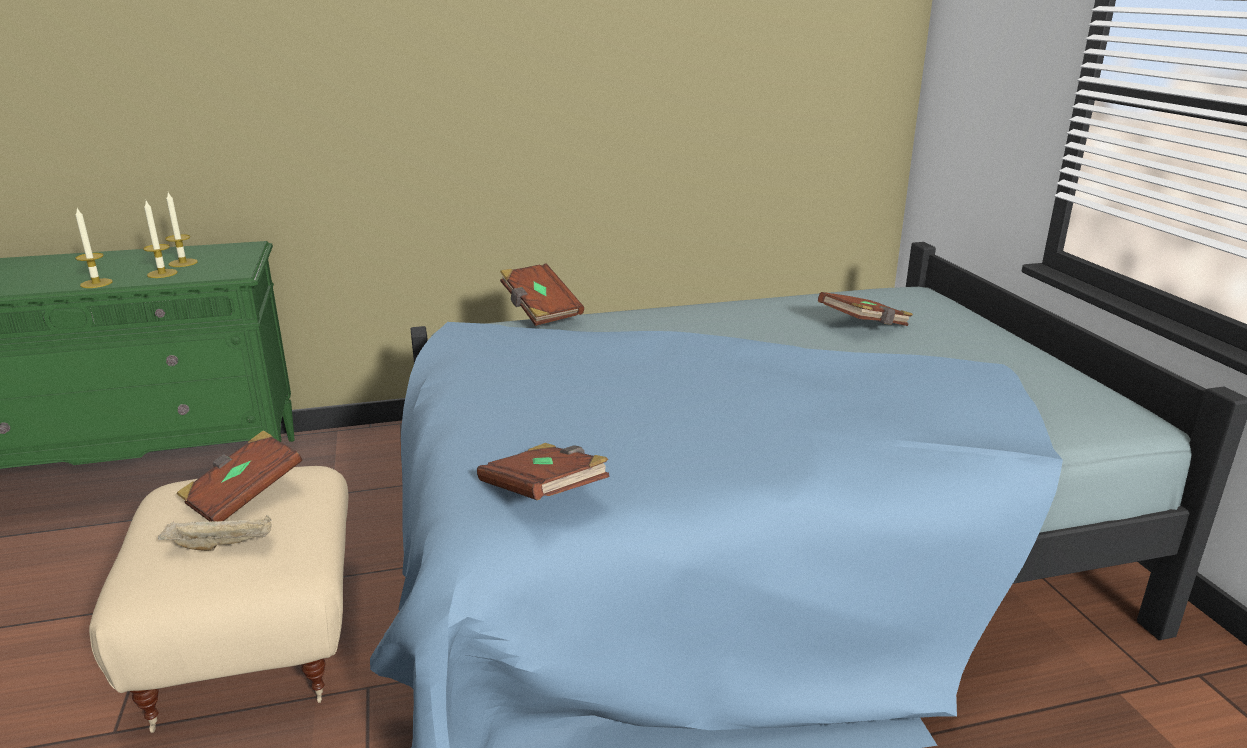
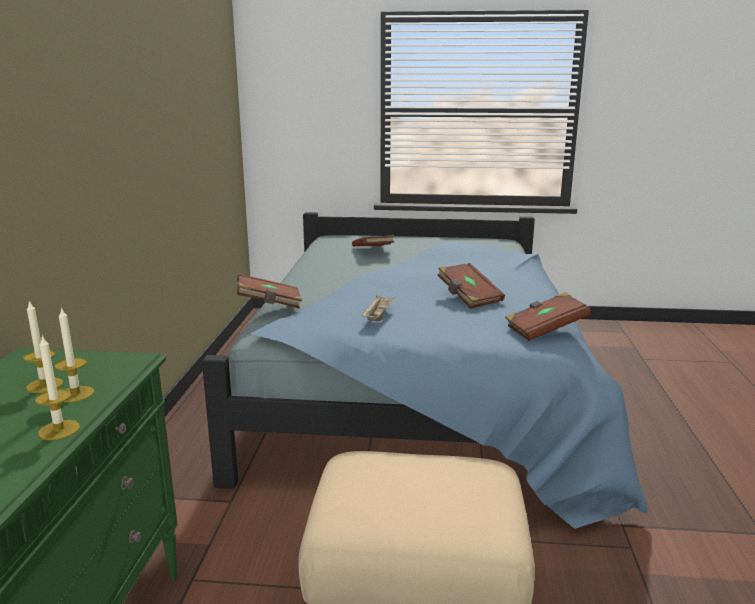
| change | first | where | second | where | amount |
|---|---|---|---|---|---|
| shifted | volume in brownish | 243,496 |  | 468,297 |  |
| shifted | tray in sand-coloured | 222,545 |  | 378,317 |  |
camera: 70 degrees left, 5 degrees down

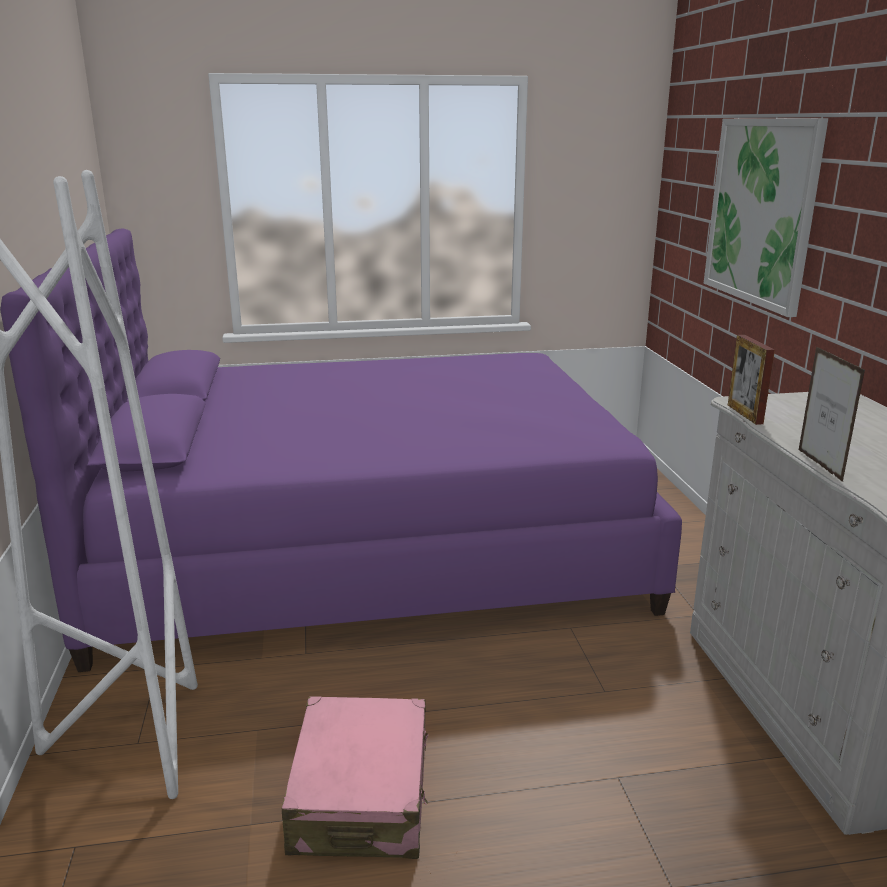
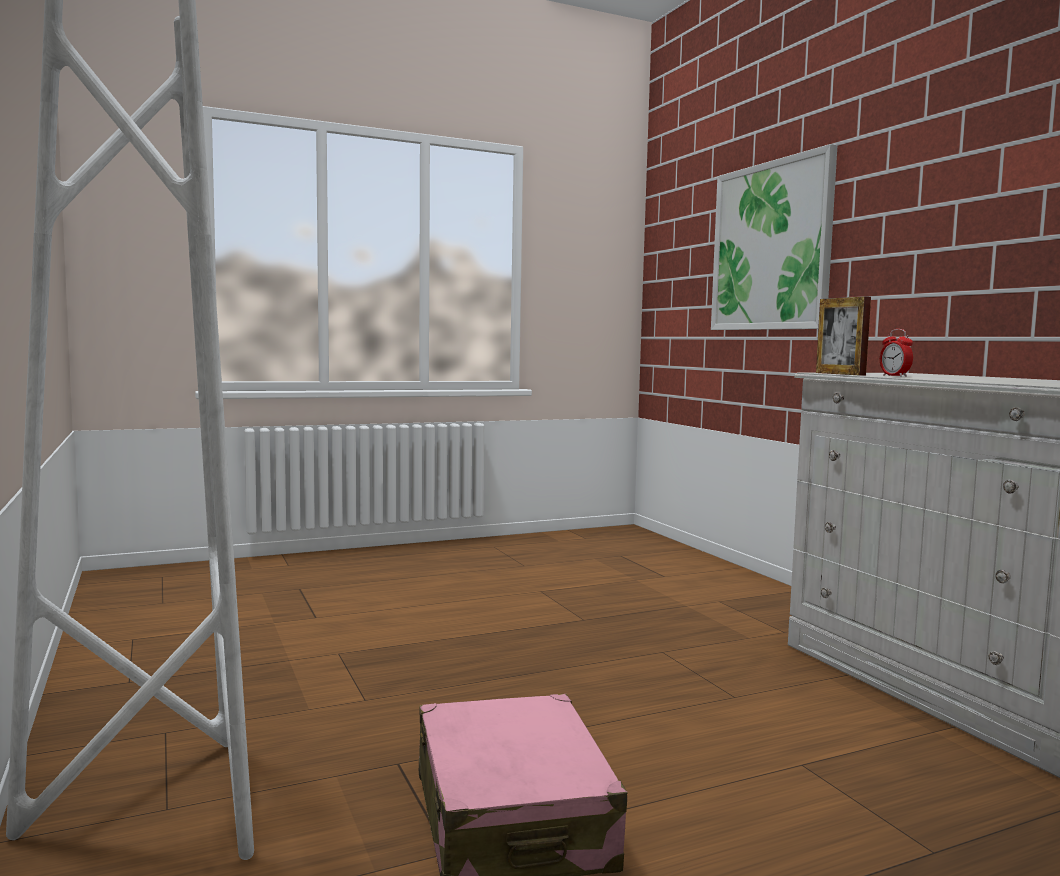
| change | first | where | second | where | amount |
|---|---|---|---|---|---|
| gone | sleeping bed in purple | 369,544 |  |  |  |
| gone | standing frame | 819,465 |  |  |  |
| new |  |  | bedside clock | 895,376 |  |
camera: 15 degrees left, 15 degrees down

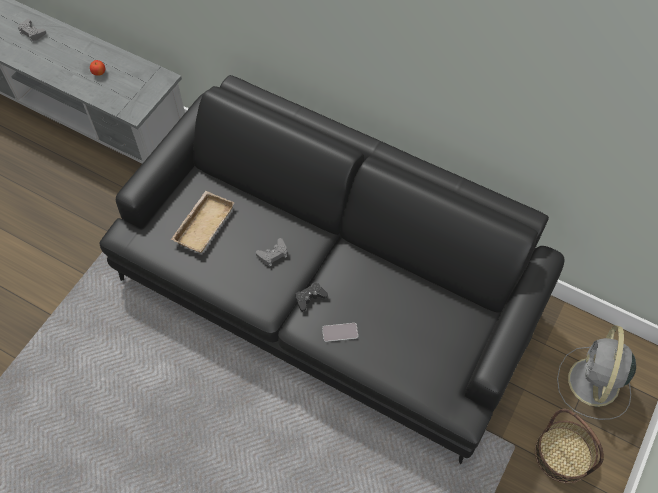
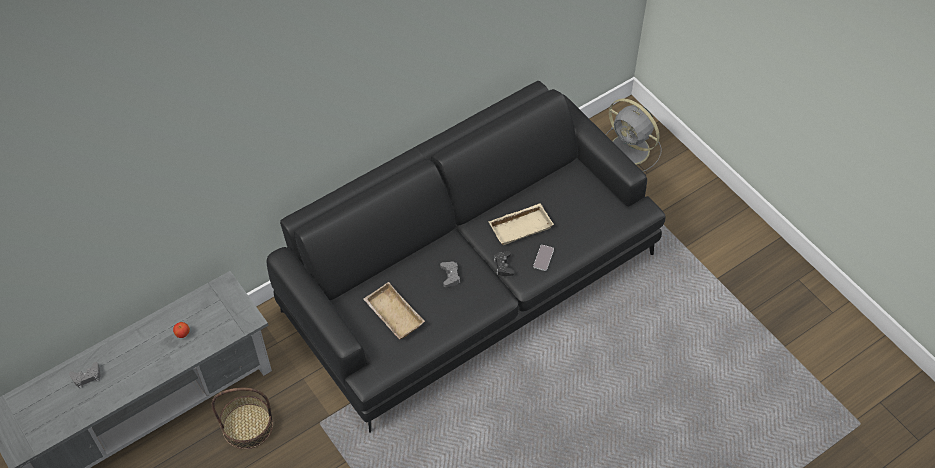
| change | first | where | second | where | amount |
|---|---|---|---|---|---|
| shifted | storage basket | 563,454 |  | 247,426 |  |
| new |  |  | tray in sand-coloured | 520,226 |  |
camera: 65 degrees left, 5 degrees down

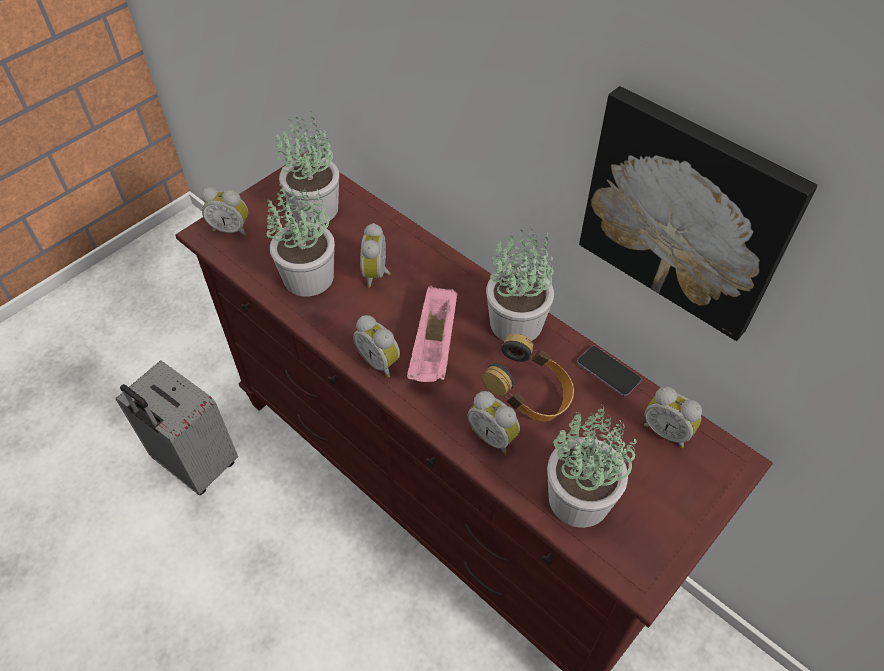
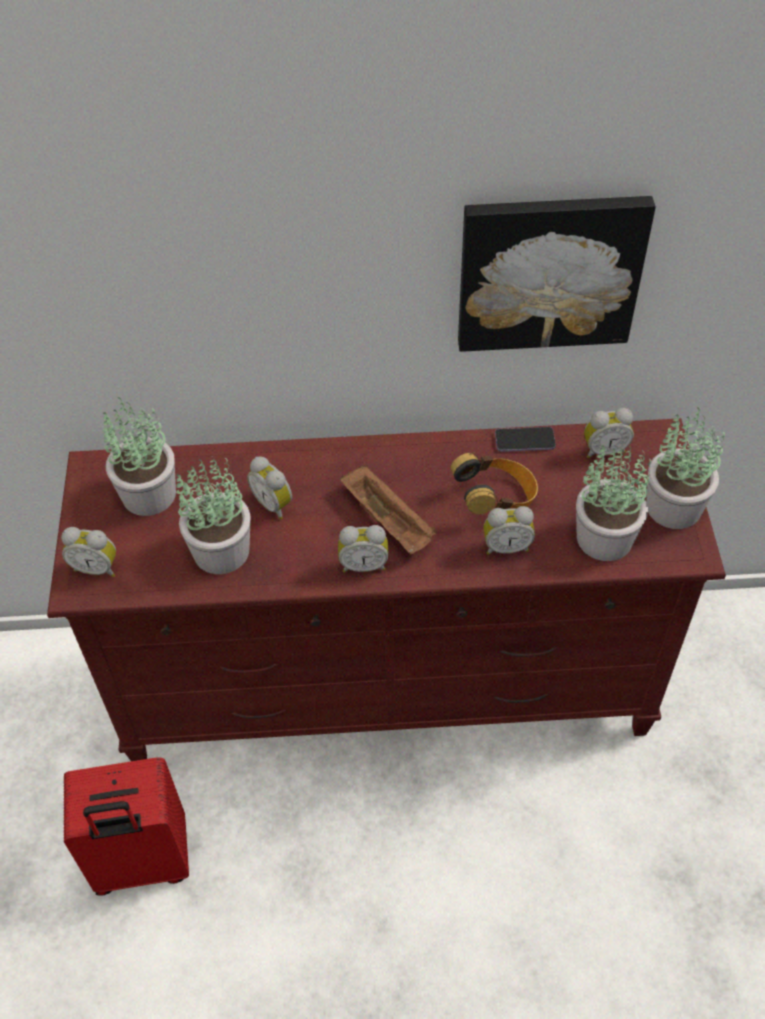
| change | first | where | second | where | amount |
|---|---|---|---|---|---|
| rotated | bedside clock | 231,229 |  | 96,567 | 45 degrees clockwise |
| shifted | plant in a pot | 516,322 |  | 672,506 |  |
| repainted | tray in pink | 434,347 | tray in brownish | 389,521 |  |
| repainted | piece of luggage in grey | 194,464 | piece of luggage in reddish | 142,863 |  |
camera: 45 degrees left, 0 degrees up

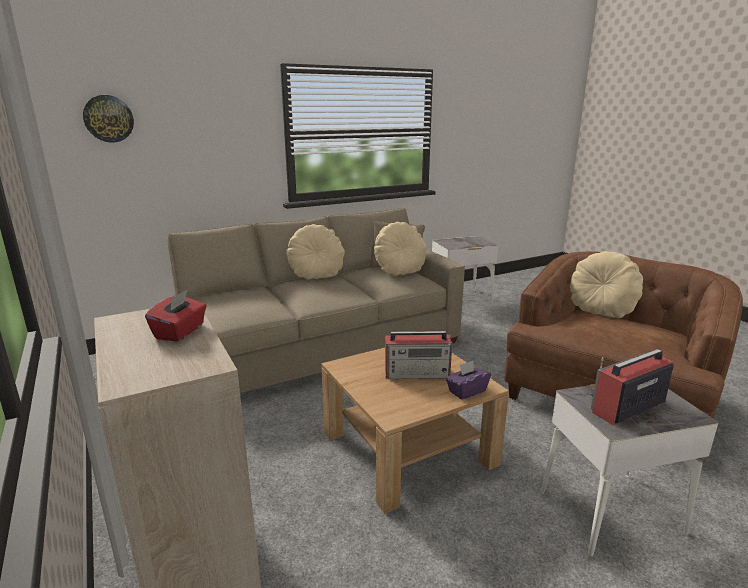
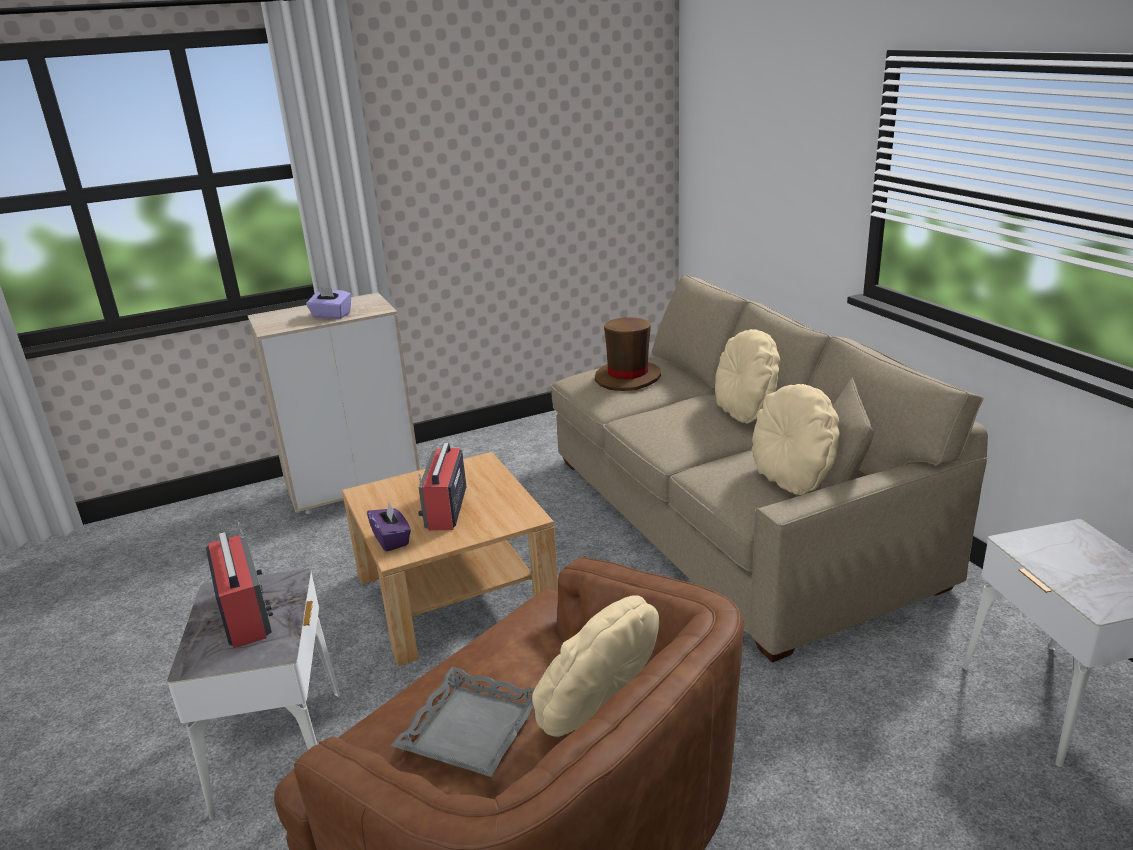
| change | first | where | second | where | amount |
|---|---|---|---|---|---|
| gone | hanging clock | 108,119 |  |  |  |
| repainted | tissue box in reddish | 180,332 | tissue box in purple | 331,315 |  |
| new |  |  | wearable hat in brownish | 628,378 |  |
| new |  |  | tray in grey | 470,728 |  |
camera: 95 degrees right, 5 degrees up

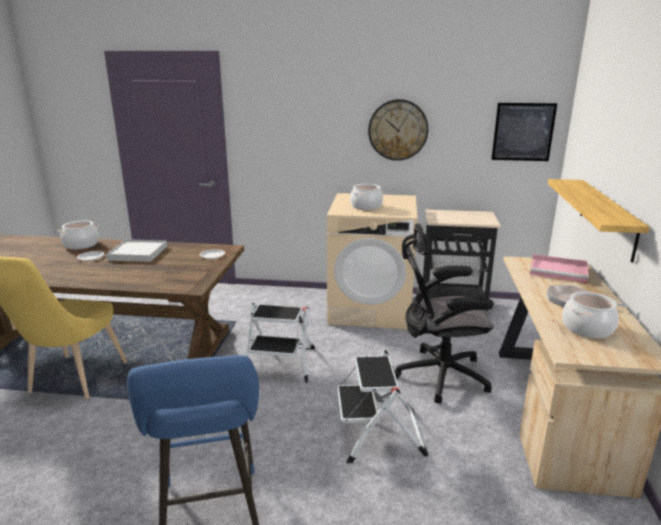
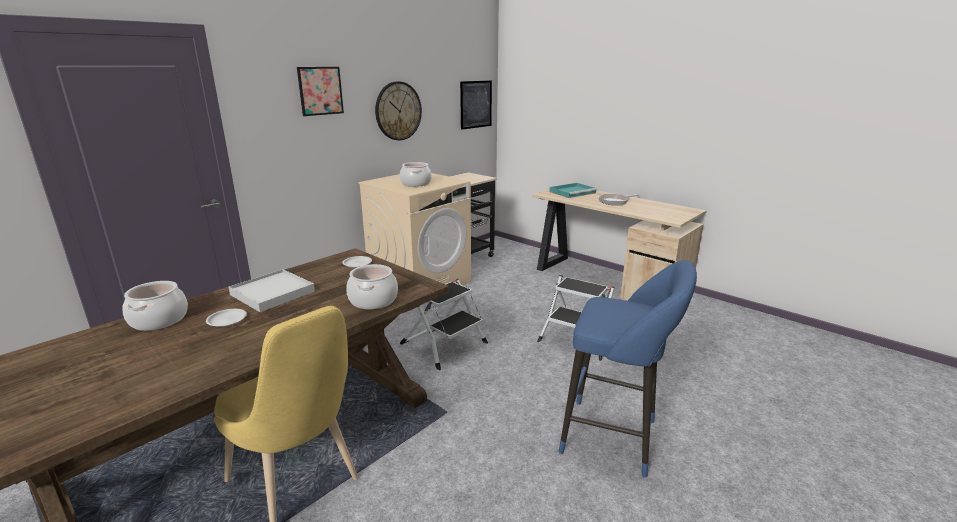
| change | first | where | second | where | amount |
|---|---|---|---|---|---|
| gone | bracket shelf | 607,217 |  |  |  |
| gone | office chair | 441,376 |  |  |  |
| repainted | tray in pink | 559,271 | tray in blue-green | 573,192 |  |
| shifted | saucepot | 587,328 |  | 373,300 |  |
| new |  |  | picture | 320,91 |  |
camera: 55 degrees left, 0 degrees up

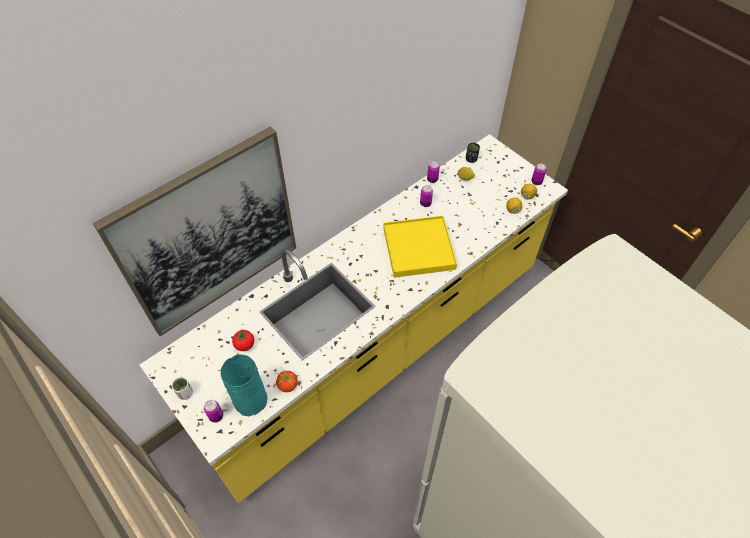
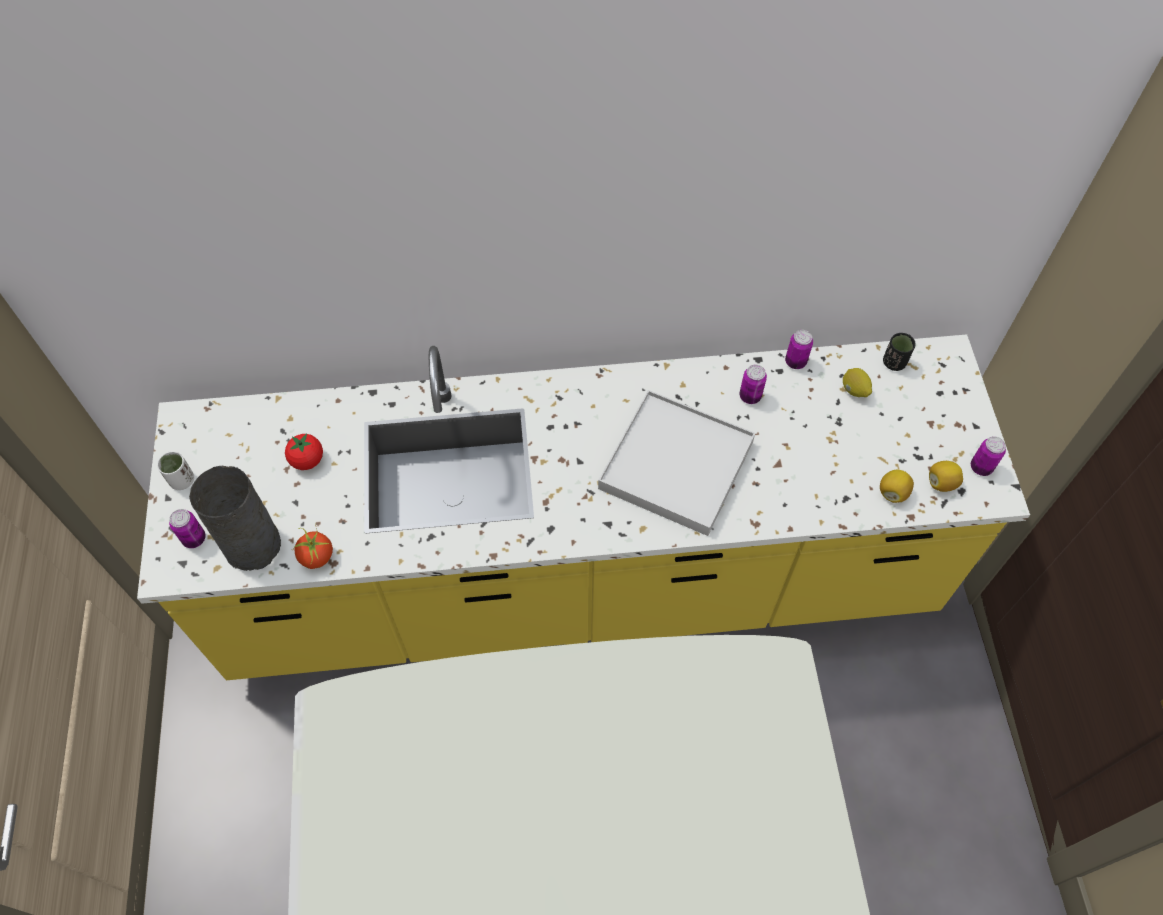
| change | first | where | second | where | amount |
|---|---|---|---|---|---|
| gone | picture | 209,235 |  |  |  |
| repainted | tray in yellowish | 419,248 | tray in whitish | 676,466 |  |
| repainted | flower vase in blue-green | 251,399 | flower vase in grey | 255,546 |  |
camera: 35 degrees right, 5 degrees up

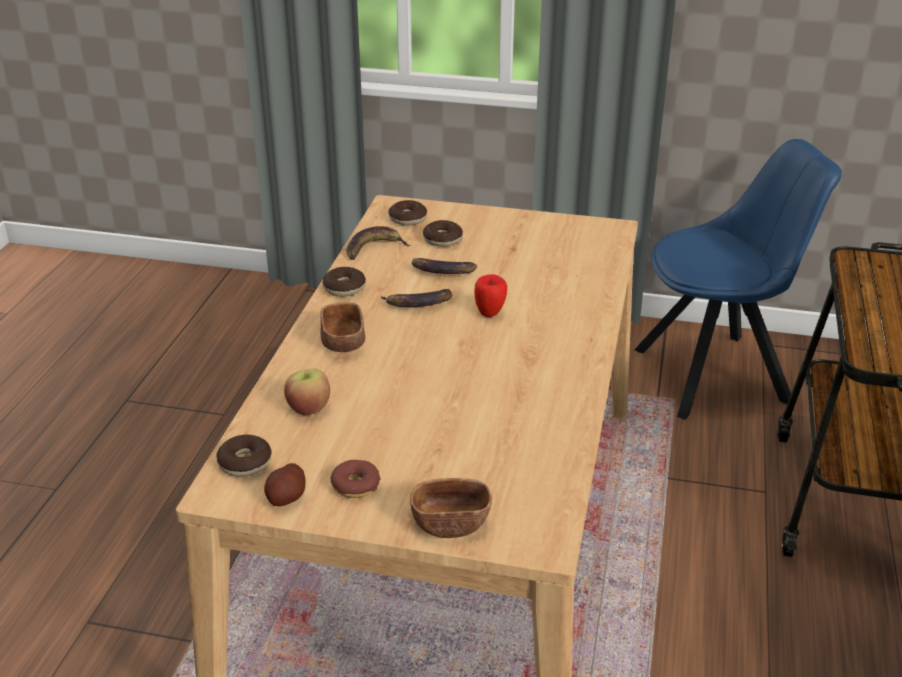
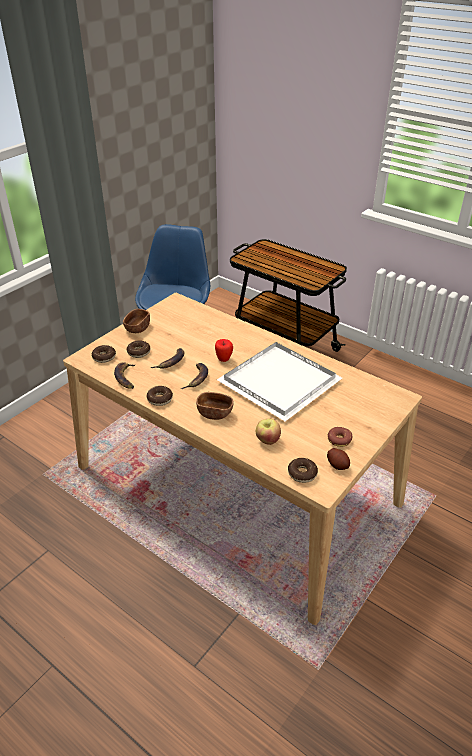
| change | first | where | second | where | amount |
|---|---|---|---|---|---|
| shifted | deep dish in brownish | 451,523 |  | 137,328 |  |
| new |  |  | tray in whitish | 279,383 |  |
camera: 65 degrees left, 5 degrees up

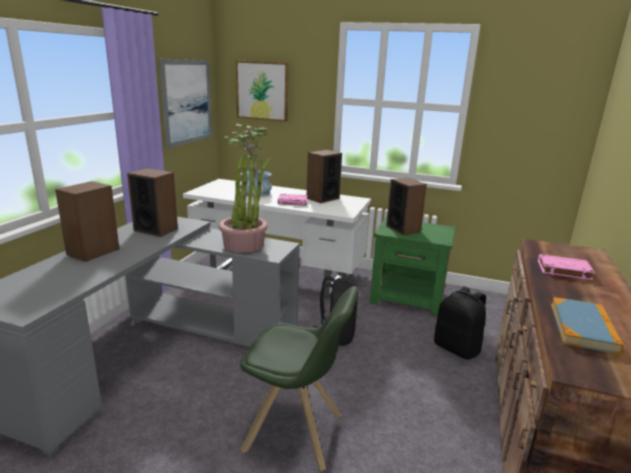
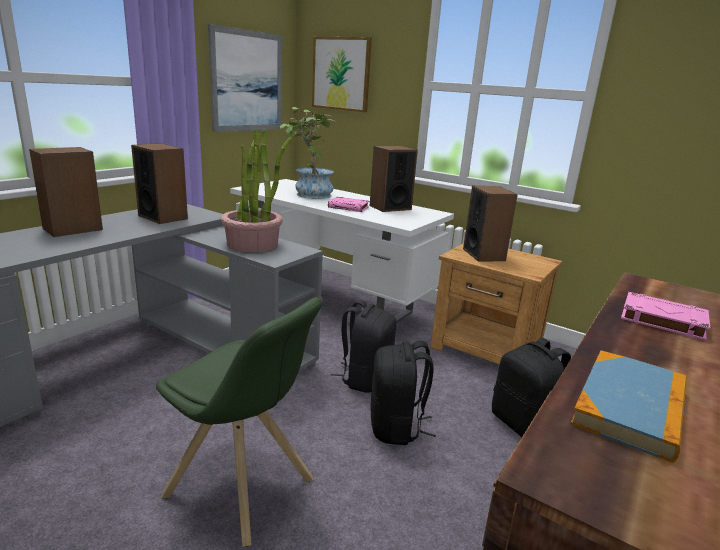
| change | first | where | second | where | amount |
|---|---|---|---|---|---|
| repainted | nightstand in greenish | 408,298 | nightstand in brownish | 486,350 |  |
| new |  |  | knapsack in black-coloured | 396,427 |  |
camera: 15 degrees right, 0 degrees up

